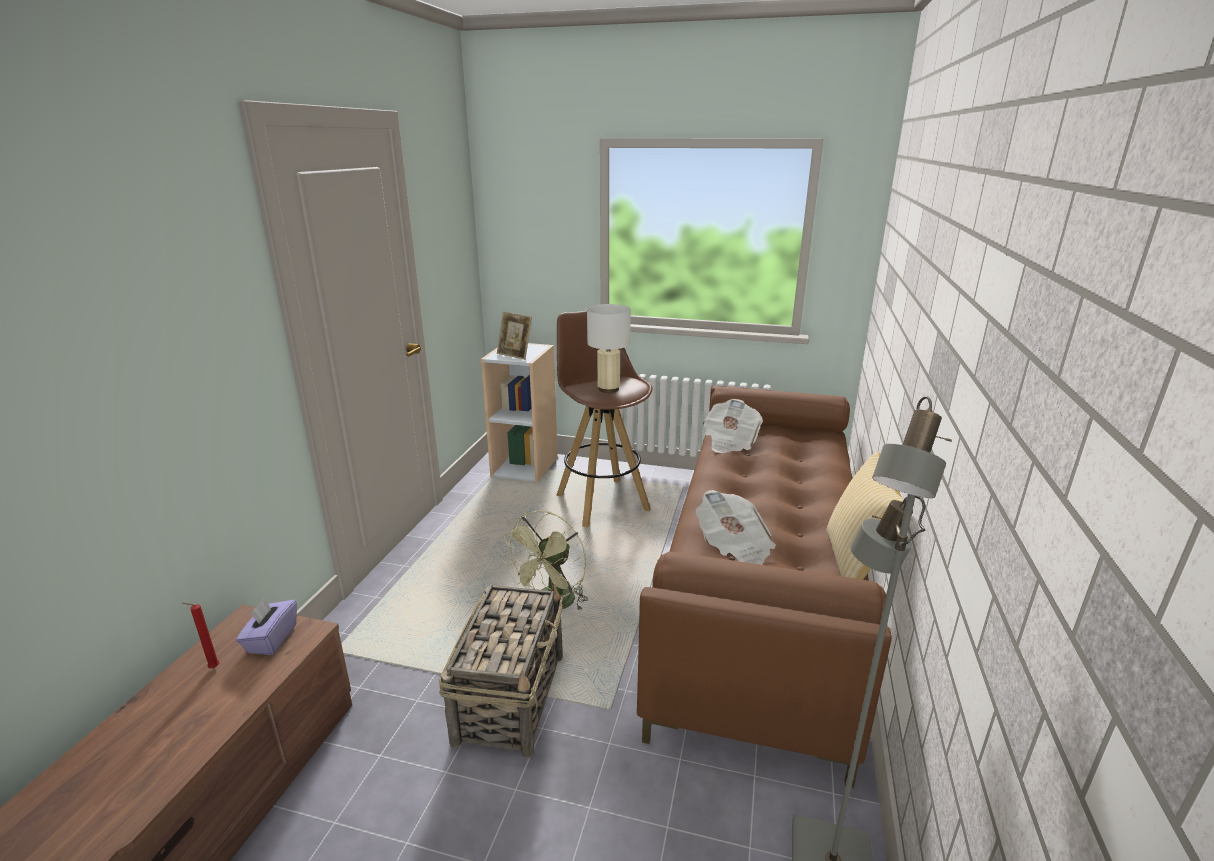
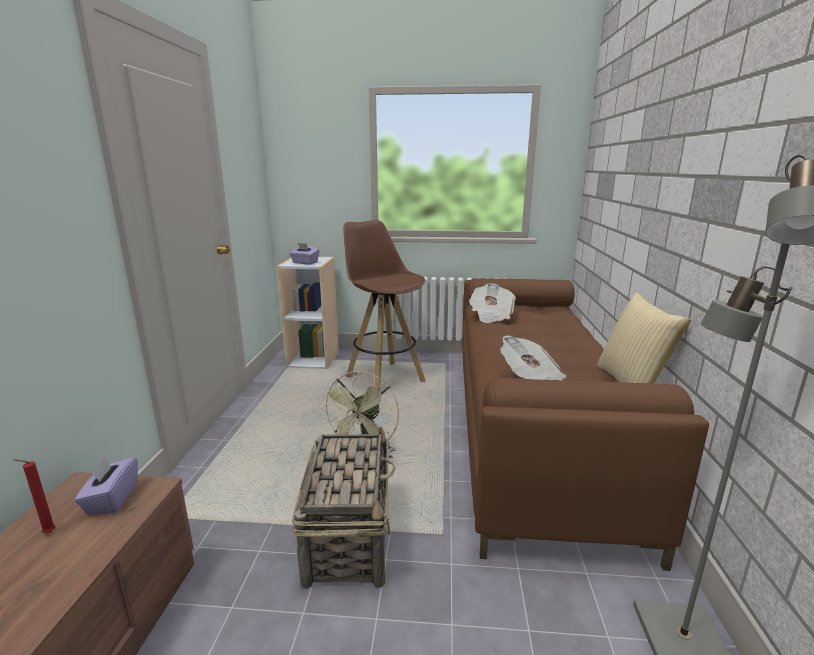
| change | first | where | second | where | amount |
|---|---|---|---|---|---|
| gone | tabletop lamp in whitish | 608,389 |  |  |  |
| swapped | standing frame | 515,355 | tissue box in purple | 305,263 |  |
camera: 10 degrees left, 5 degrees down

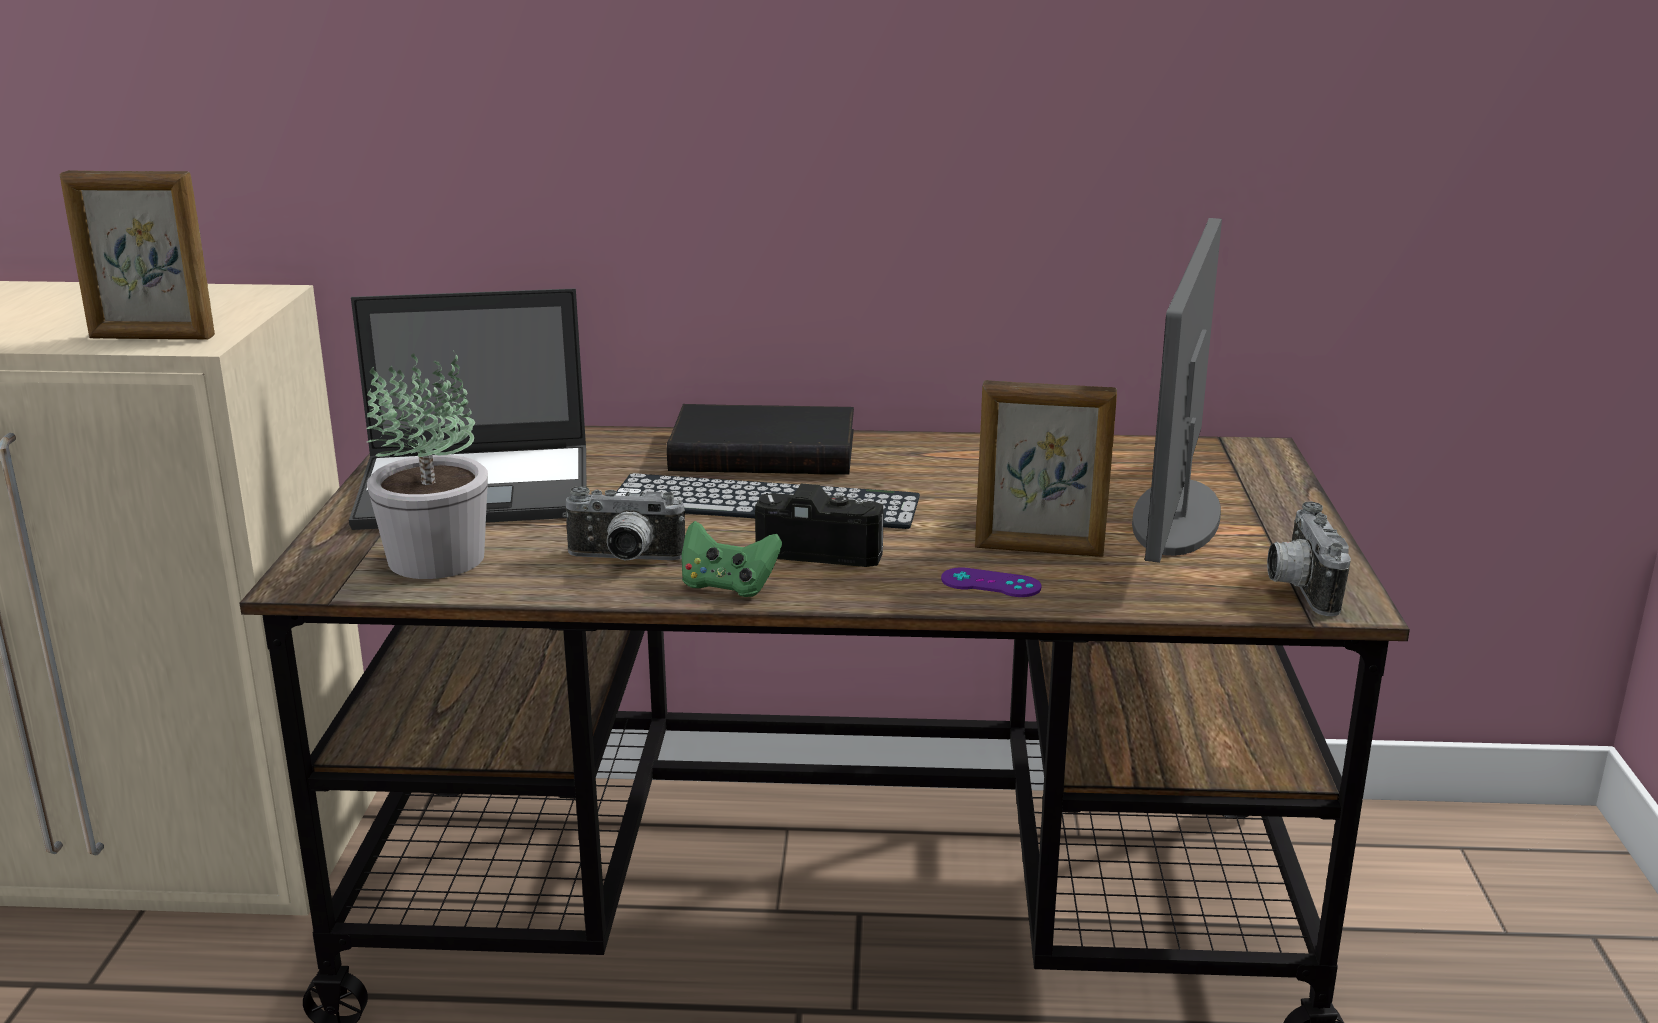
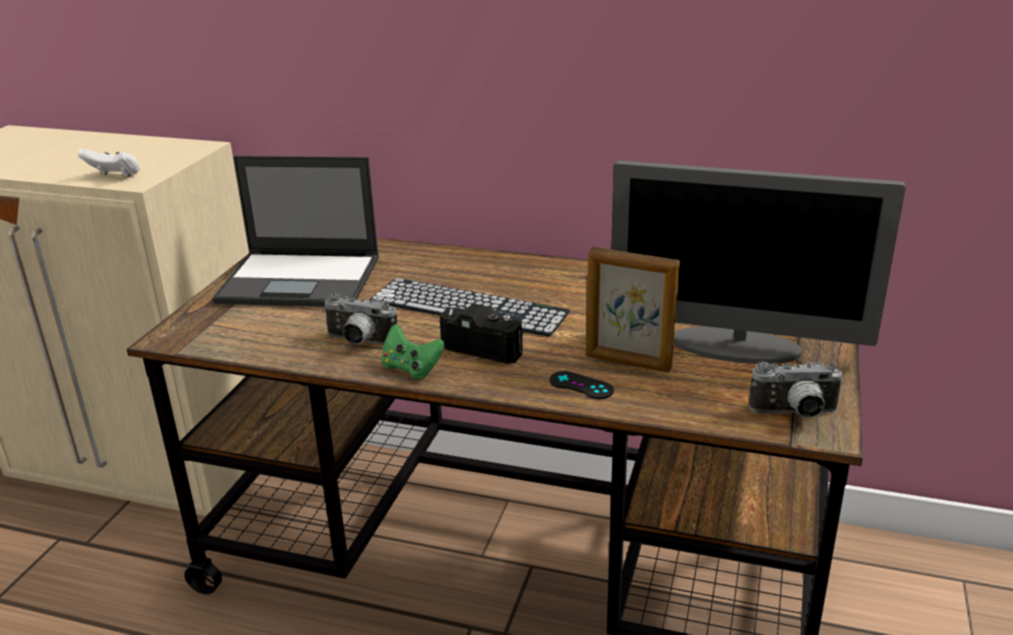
| change | first | where | second | where | amount |
|---|---|---|---|---|---|
| swapped | standing frame | 151,337 | gamepad in whitish | 115,176 |  |
| rotated | computer screen | 1176,519 |  | 736,347 | 105 degrees counterclockwise |
| gone | plant in a pot | 437,557 |  |  |  |
| gone | volume in black-coloured | 765,450 |  |  |  |
| rotated | photo camera | 1298,589 |  | 795,414 | 105 degrees counterclockwise |
| repainted | gamepad in purple | 990,583 | gamepad in black-coloured | 581,385 |  |
camera: 15 degrees right, 5 degrees up

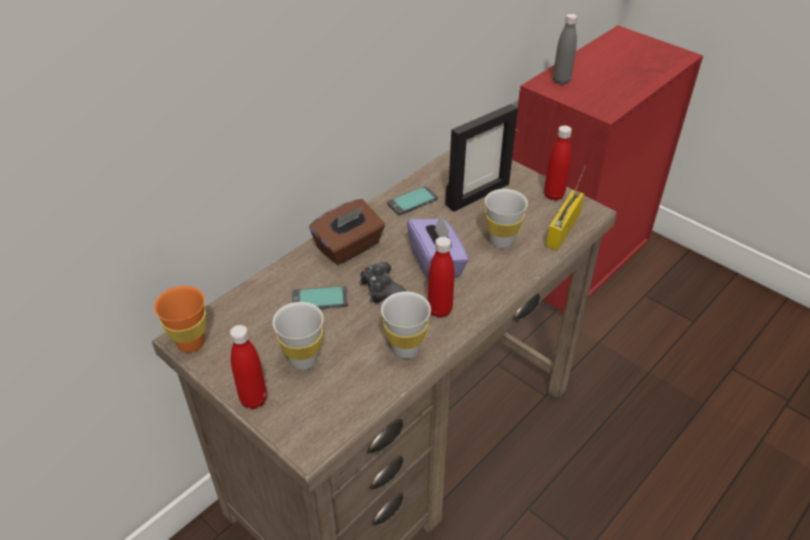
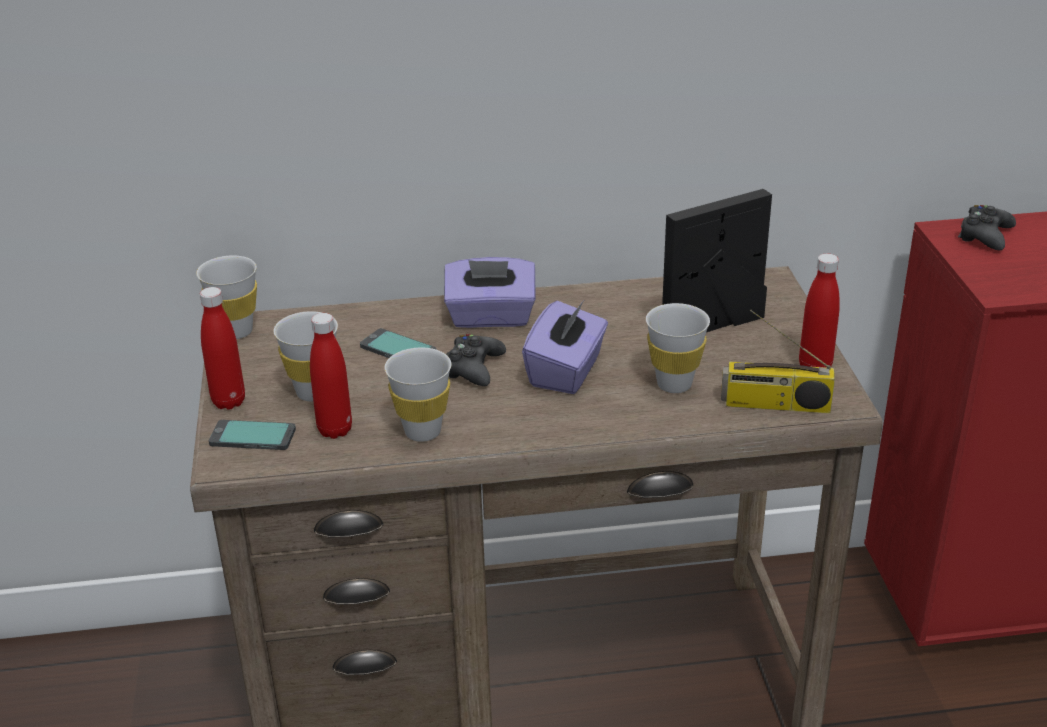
| change | first | where | second | where | amount |
|---|---|---|---|---|---|
| swapped | drink bottle in grey | 561,81 | gamepad in black-coloured | 985,236 |  |
| rotated | standing frame | 477,194 |  | 713,327 | 150 degrees clockwise |
| rotated | radio set | 562,228 |  | 775,405 | 150 degrees counterclockwise |
| shifted | telephone | 412,202 |  | 252,437 |  |
| repainted | tissue box in brownish | 349,247 | tissue box in purple | 491,317 |  |
| shifted | drink bottle in reddish | 439,310 |  | 335,430 |  |
| repainted | small cup in orange-coloured | 191,343 | small cup in whitish | 236,331 |  |
camera: 40 degrees right, 10 degrees down

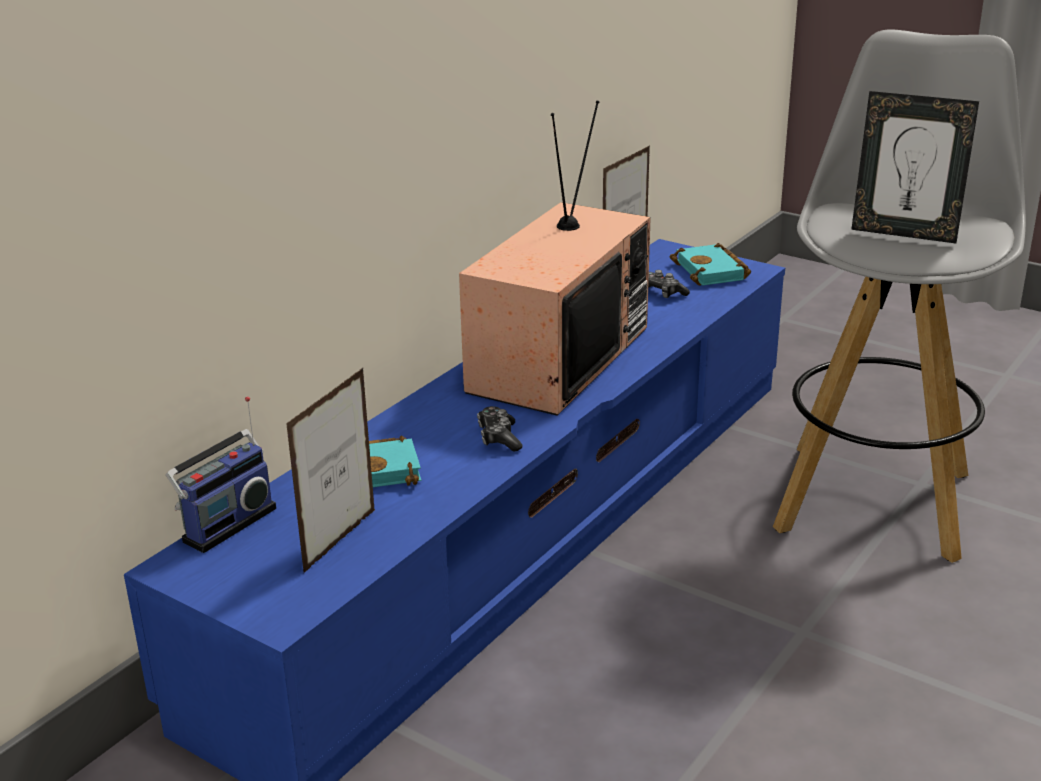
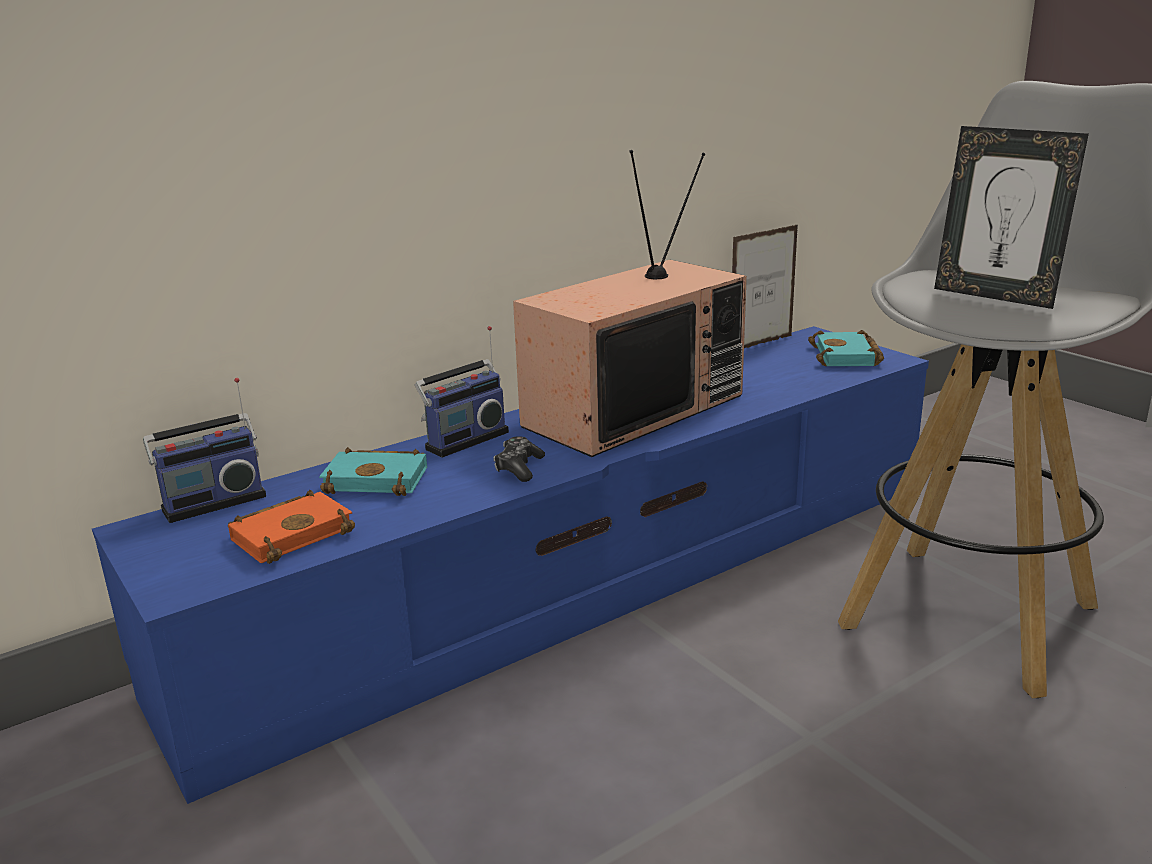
| change | first | where | second | where | amount |
|---|---|---|---|---|---|
| gone | gamepad | 660,293 |  |  |  |
| swapped | standing frame | 340,540 | volume in orange-coloured | 293,533 |  |
| new |  |  | radio set | 464,439 |  |
camera: 20 degrees right, 5 degrees down

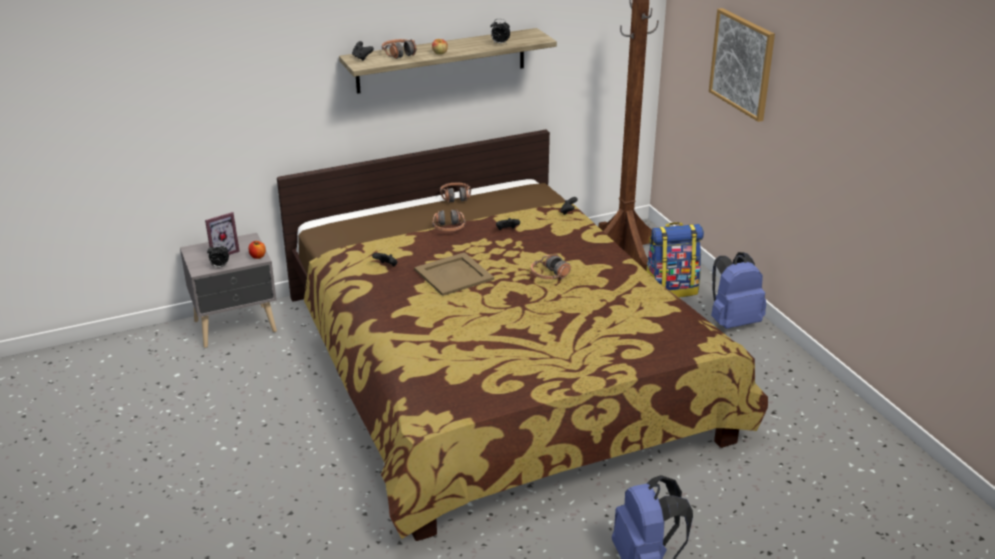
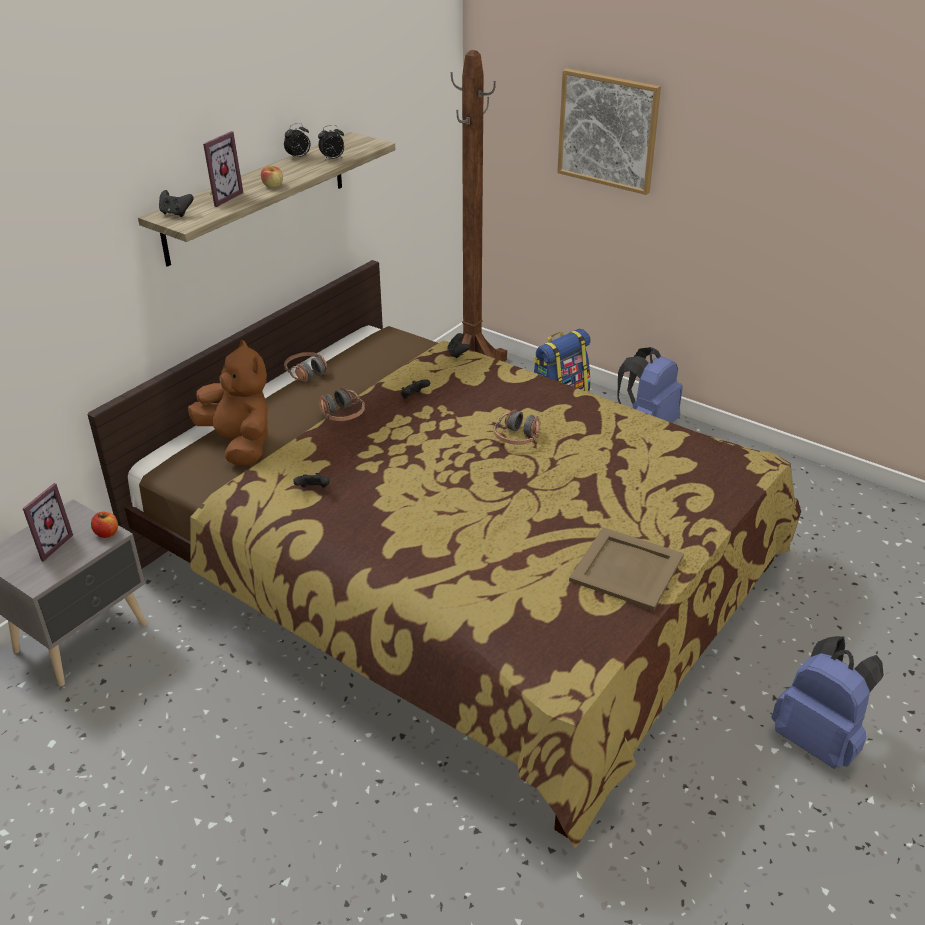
| change | first | where | second | where | amount |
|---|---|---|---|---|---|
| swapped | headset | 399,54 | standing frame | 220,197 |  |
| shifted | bedside clock | 219,267 |  | 298,157 |  |
| shifted | tray in sand-coloured | 454,274 |  | 626,568 |  |
| new |  |  | soft toy in brownish | 240,444 |  |
camera: 30 degrees left, 5 degrees up

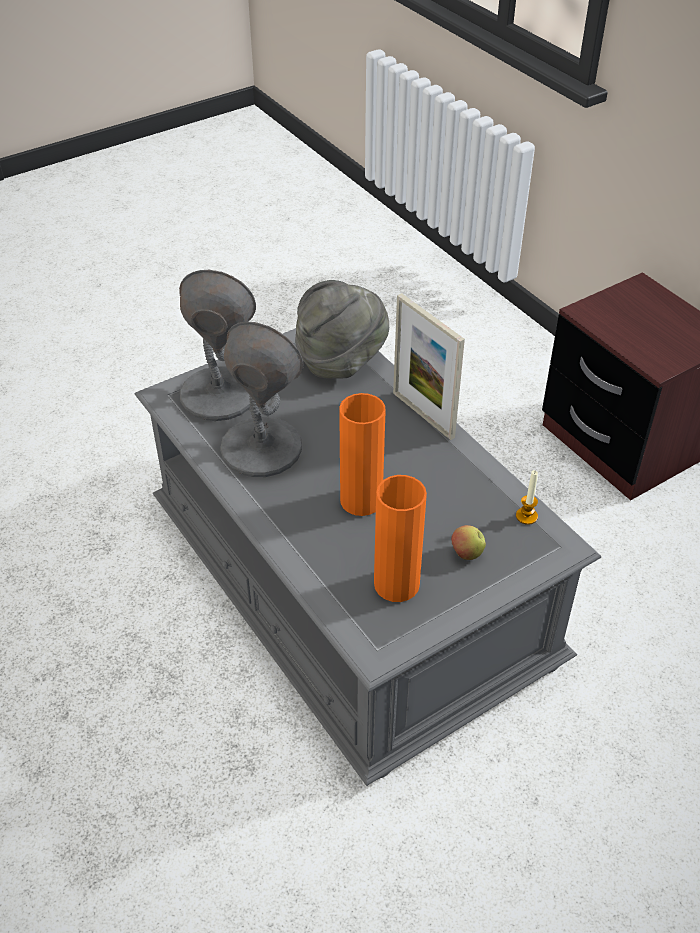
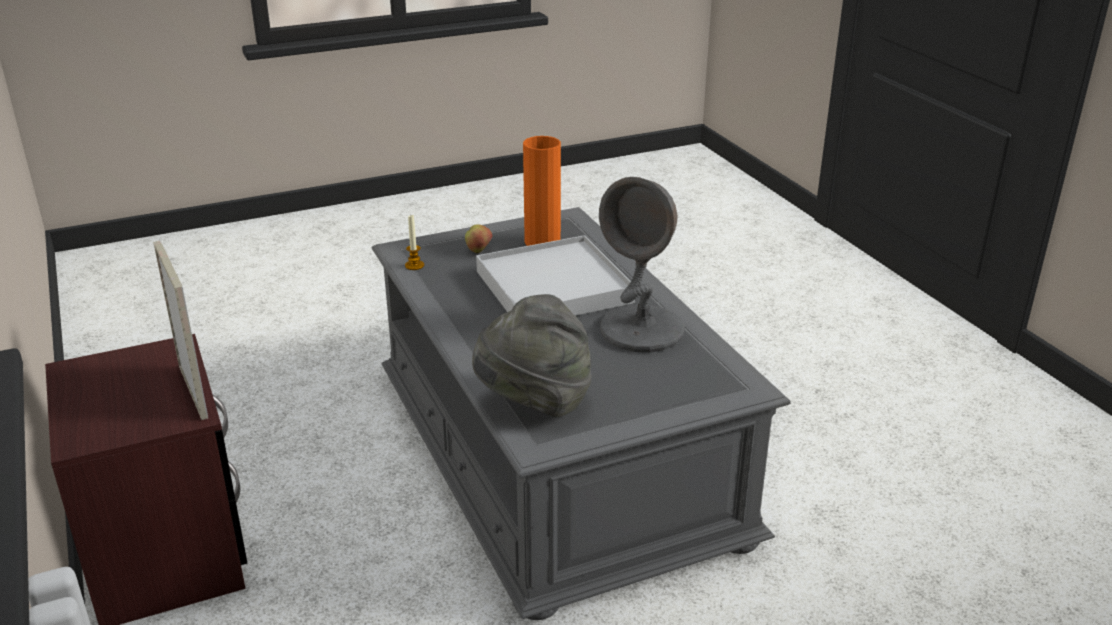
| change | first | where | second | where | amount |
|---|---|---|---|---|---|
| gone | tabletop lamp in grey | 218,395 |  |  |  |
| shifted | standing frame | 423,415 |  | 193,392 |  |
| swapped | flower vase in orange-coloured | 361,500 | tray in whitish | 553,287 |  |
camera: 170 degrees left, 15 degrees down

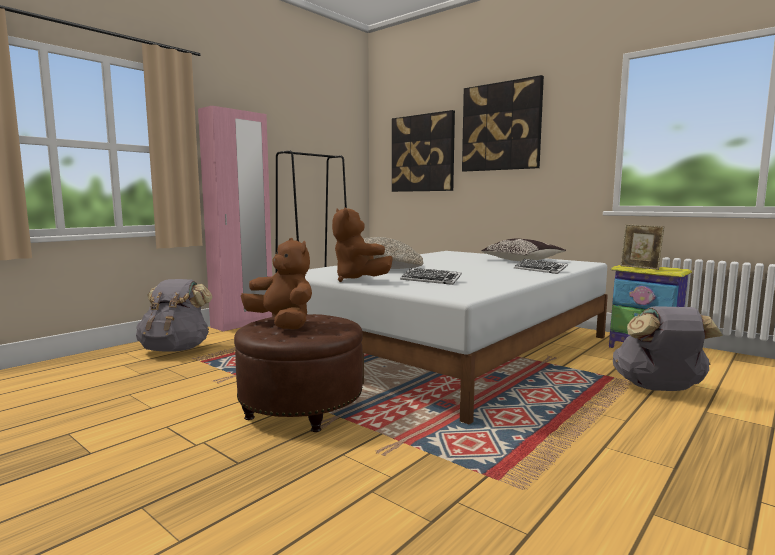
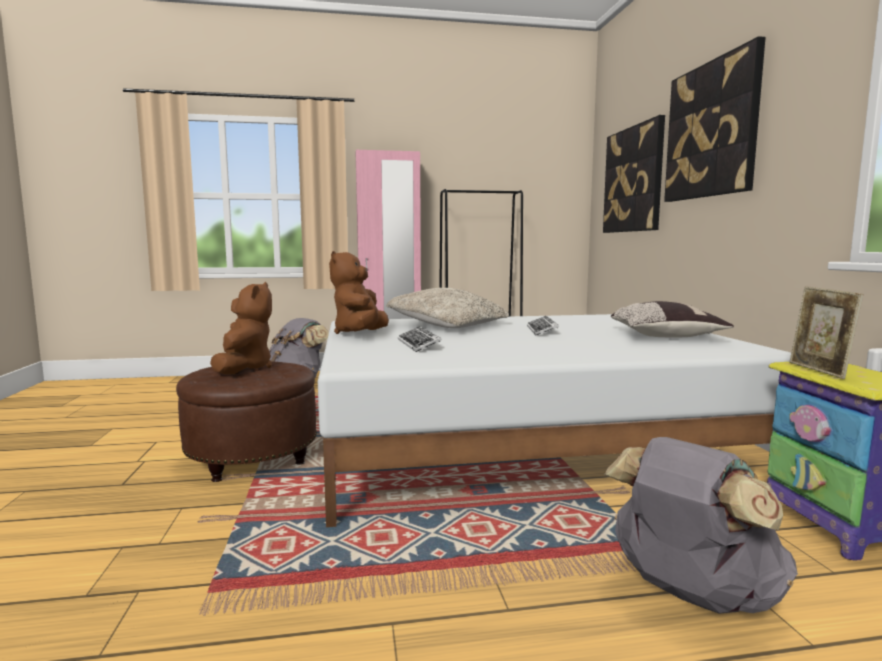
| change | first | where | second | where | amount |
|---|---|---|---|---|---|
| shifted | computer keyboard | 540,270 |  | 542,330 |  |
camera: 40 degrees right, 0 degrees up

